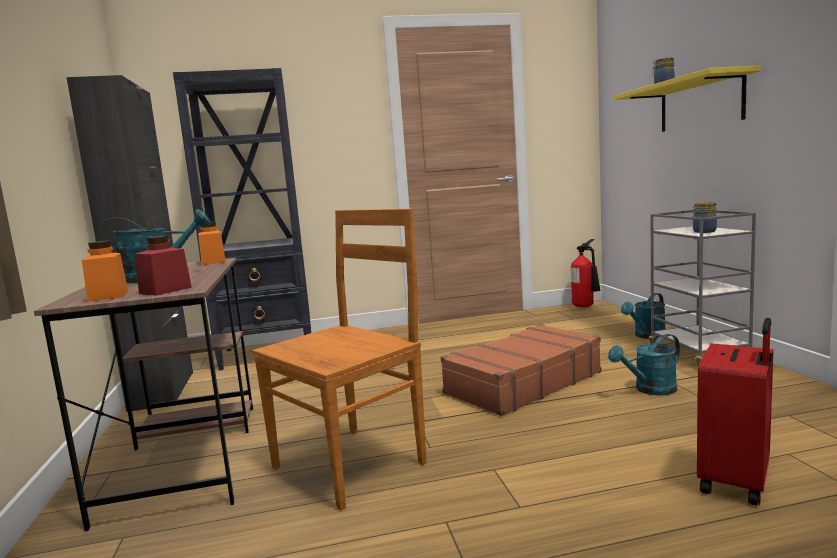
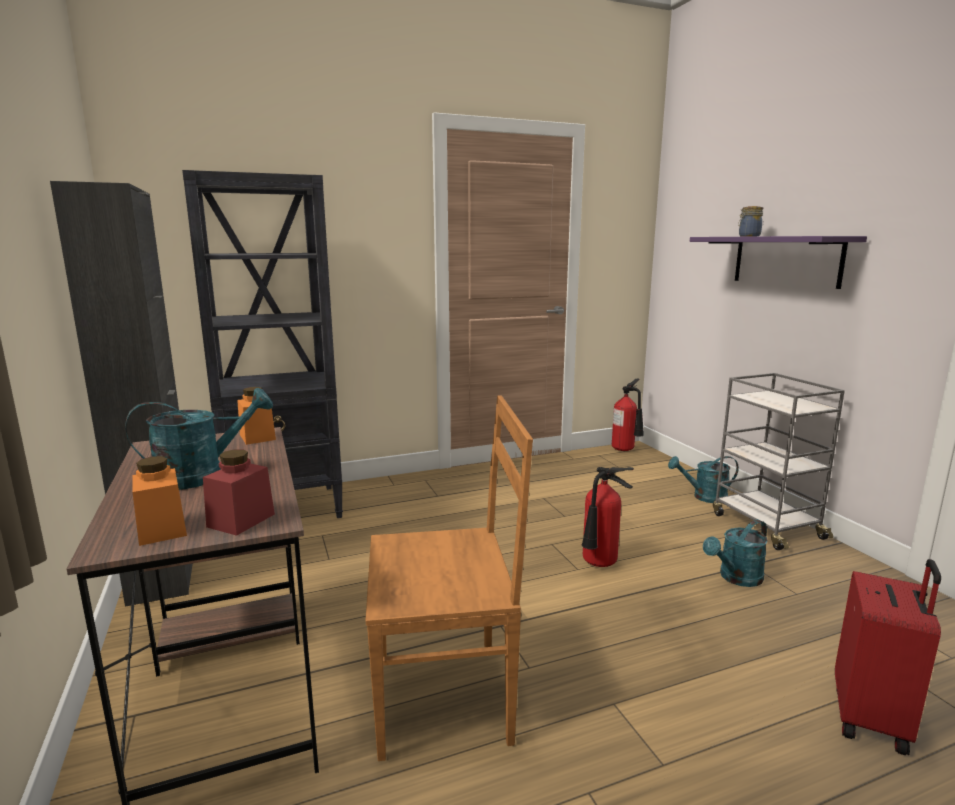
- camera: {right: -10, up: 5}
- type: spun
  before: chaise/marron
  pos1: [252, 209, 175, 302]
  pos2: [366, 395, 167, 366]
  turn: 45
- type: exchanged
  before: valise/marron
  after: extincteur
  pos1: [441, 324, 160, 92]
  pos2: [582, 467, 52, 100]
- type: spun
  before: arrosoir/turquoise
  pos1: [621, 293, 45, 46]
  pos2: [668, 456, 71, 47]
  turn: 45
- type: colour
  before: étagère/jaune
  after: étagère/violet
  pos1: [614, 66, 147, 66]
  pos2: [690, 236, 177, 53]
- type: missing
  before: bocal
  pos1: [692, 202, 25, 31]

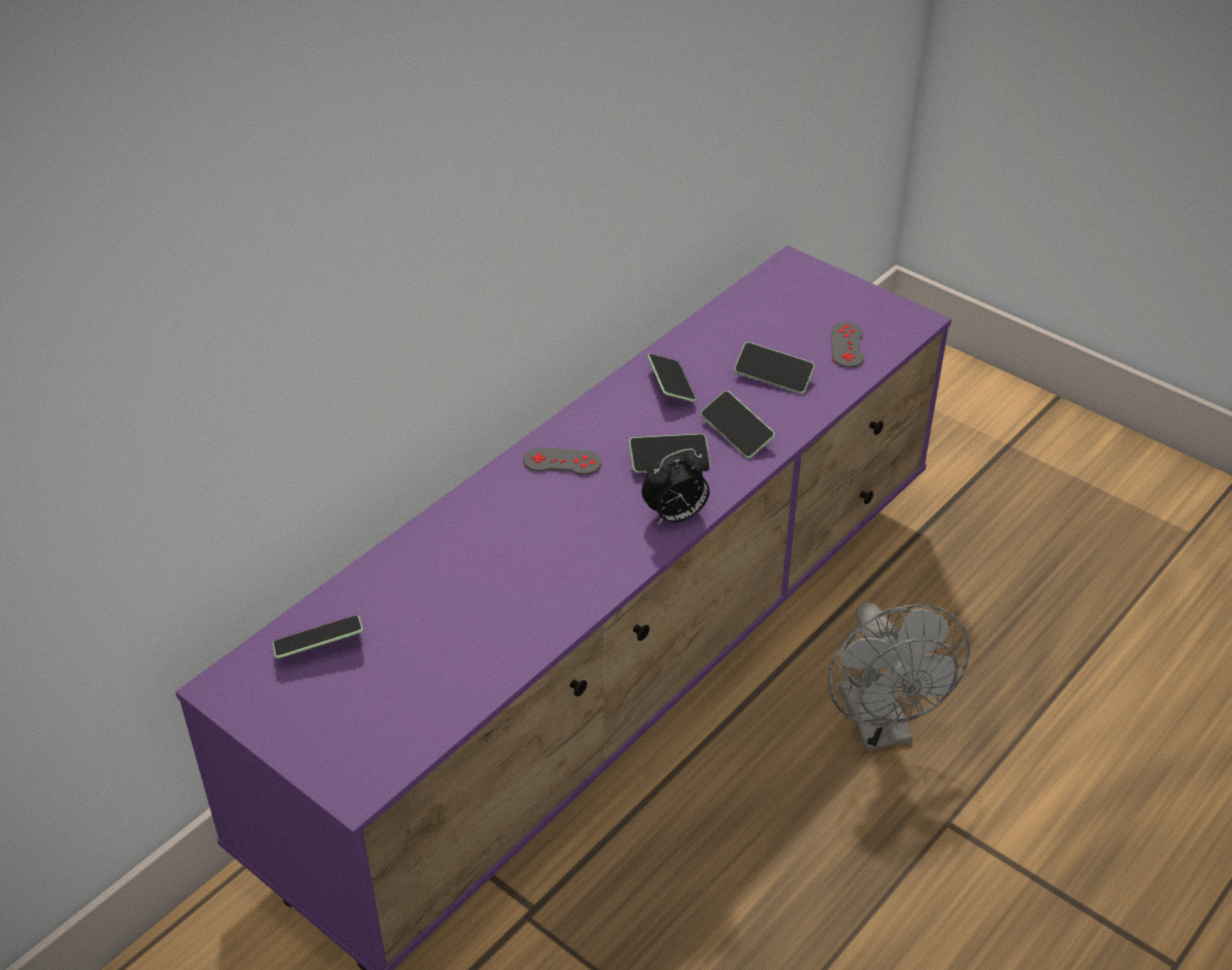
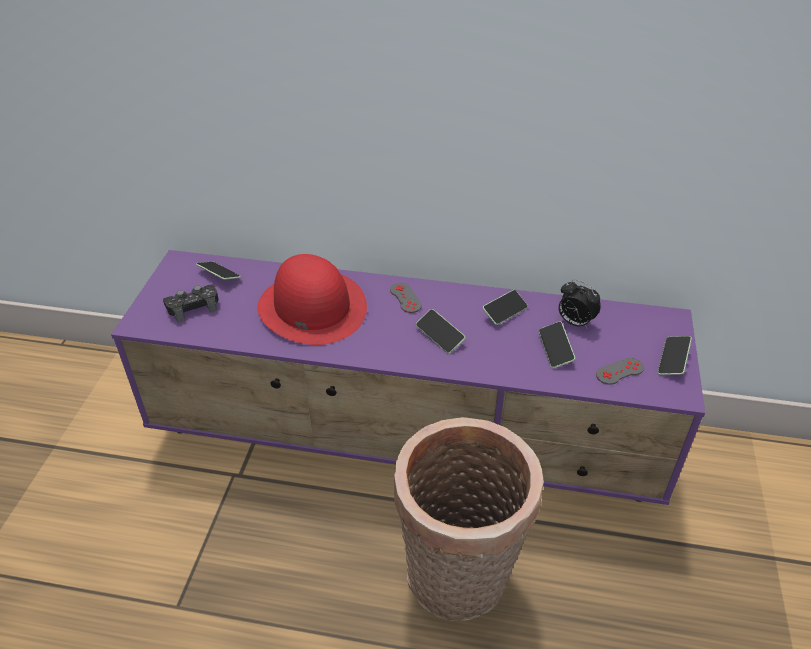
- camera: {right: 60, up: 0}
- type: appeared
  after: manette/noir
  pos2: [163, 285, 56, 38]
- type: appeared
  after: chapeau/rouge
  pos2: [257, 254, 110, 91]
- type: exchanged
  before: ventilateur/gris
  after: panier
  pos1: [828, 602, 142, 149]
  pos2: [394, 417, 150, 204]
- type: relocated
  before: réveil
  pos1: [642, 448, 68, 77]
  pos2: [558, 280, 43, 48]
- type: relocated
  before: téléphone
  pos1: [701, 391, 74, 67]
  pos2: [657, 336, 35, 39]

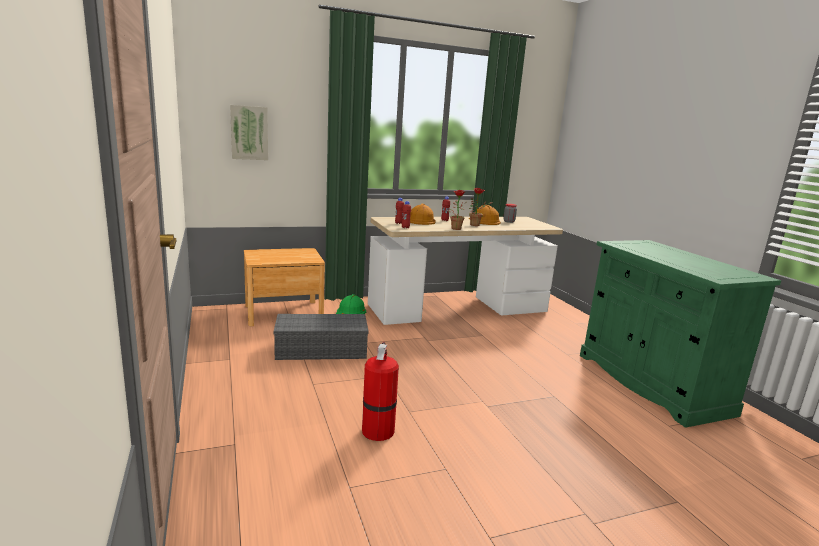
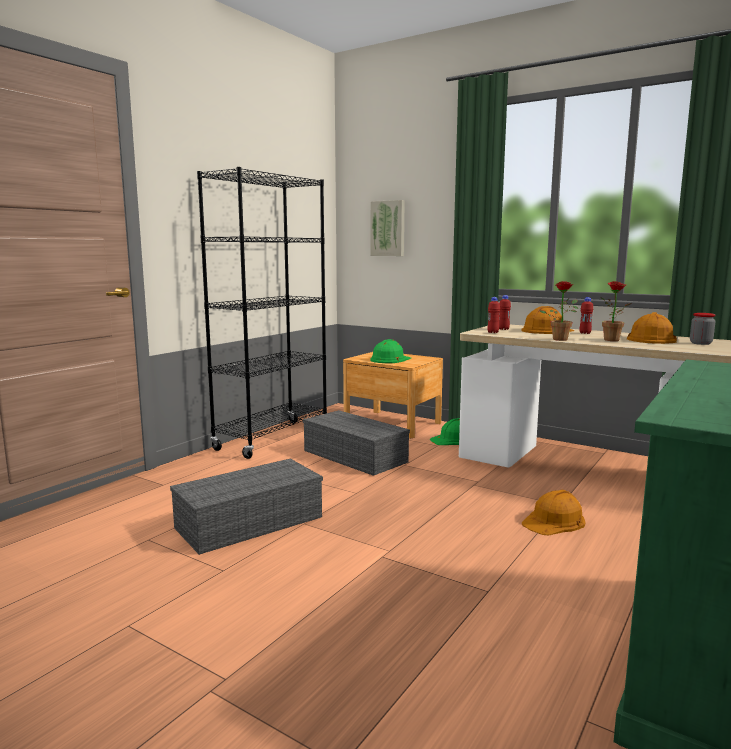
- camera: {right: 55, up: -5}
- type: exchanged
  before: extincteur
  after: boîte de rangement/gris
  pos1: [362, 342, 37, 99]
  pos2: [170, 459, 153, 96]
- type: appeared
  after: bibliothèque/noir
  pos2: [197, 167, 130, 292]
- type: appeared
  after: casque de chantier/vert
  pos2: [370, 339, 41, 24]
- type: appeared
  after: casque de chantier/orange
  pos2: [522, 490, 63, 45]

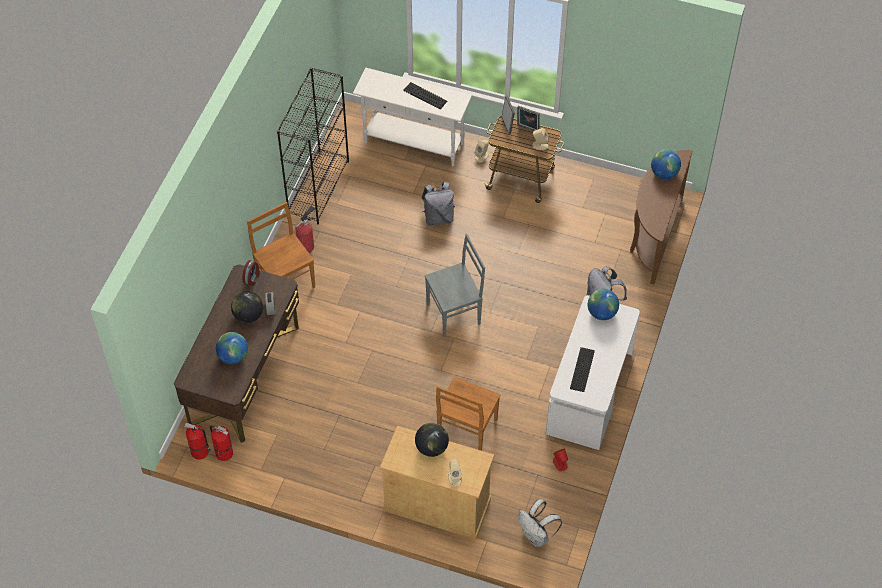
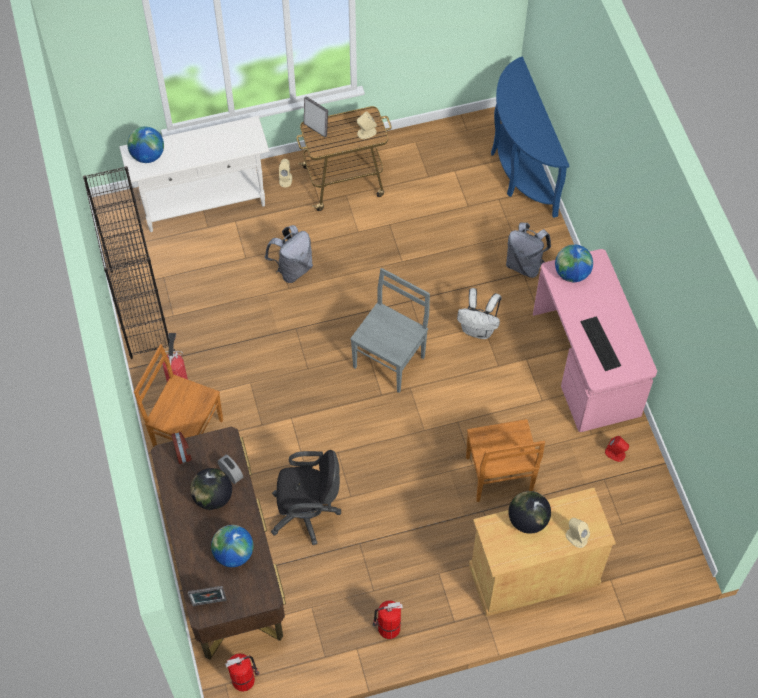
- camera: {right: -35, up: 5}
- type: relocated
  before: globe
  pos1: [651, 149, 30, 30]
  pos2: [127, 126, 37, 37]
- type: relocated
  before: cadre photo
  pos1: [517, 106, 23, 25]
  pos2: [188, 586, 38, 20]
- type: appeared
  after: chaise de bureau/noir
  pos2: [271, 450, 70, 95]
- type: relocated
  before: extincteur
  pos1: [210, 426, 23, 35]
  pos2: [372, 601, 31, 38]
- type: relocated
  before: sac à dos/blanc
  pos1: [518, 499, 44, 48]
  pos2: [457, 288, 45, 51]
- type: colour
  before: table console/marron
  after: table console/bleu
  pos1: [630, 150, 63, 135]
  pos2: [491, 56, 79, 162]
- type: colour
  before: bureau/blanc
  after: bureau/rose
  pos1: [546, 295, 94, 155]
  pos2: [533, 249, 124, 183]
- type: missing
  before: clavier
  pos1: [403, 82, 45, 27]

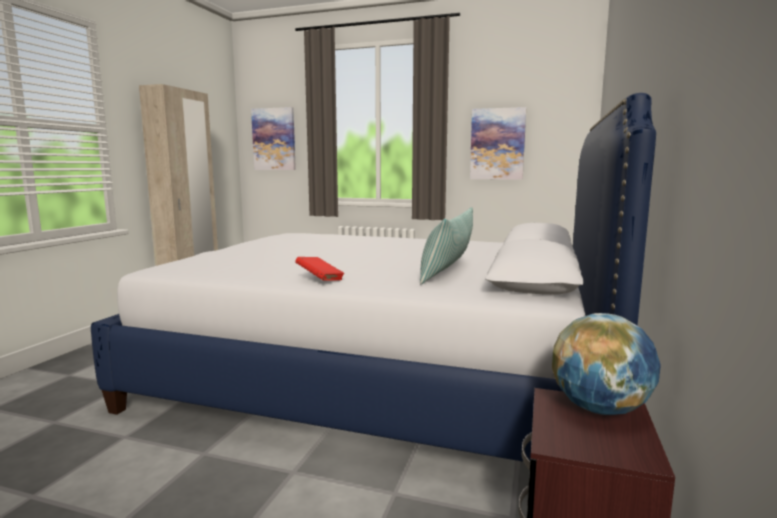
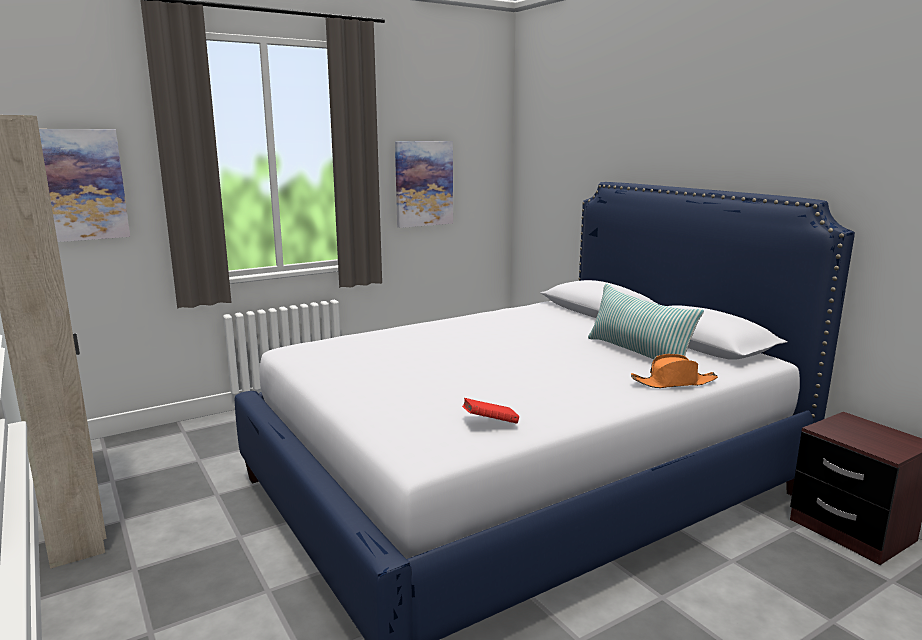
- camera: {right: -50, up: 5}
- type: relocated
  before: livre/rouge
  pos1: [295, 257, 49, 24]
  pos2: [462, 398, 57, 26]
- type: appeared
  after: chapeau/orange
  pos2: [631, 354, 87, 34]
- type: missing
  before: globe
  pos1: [552, 313, 109, 102]

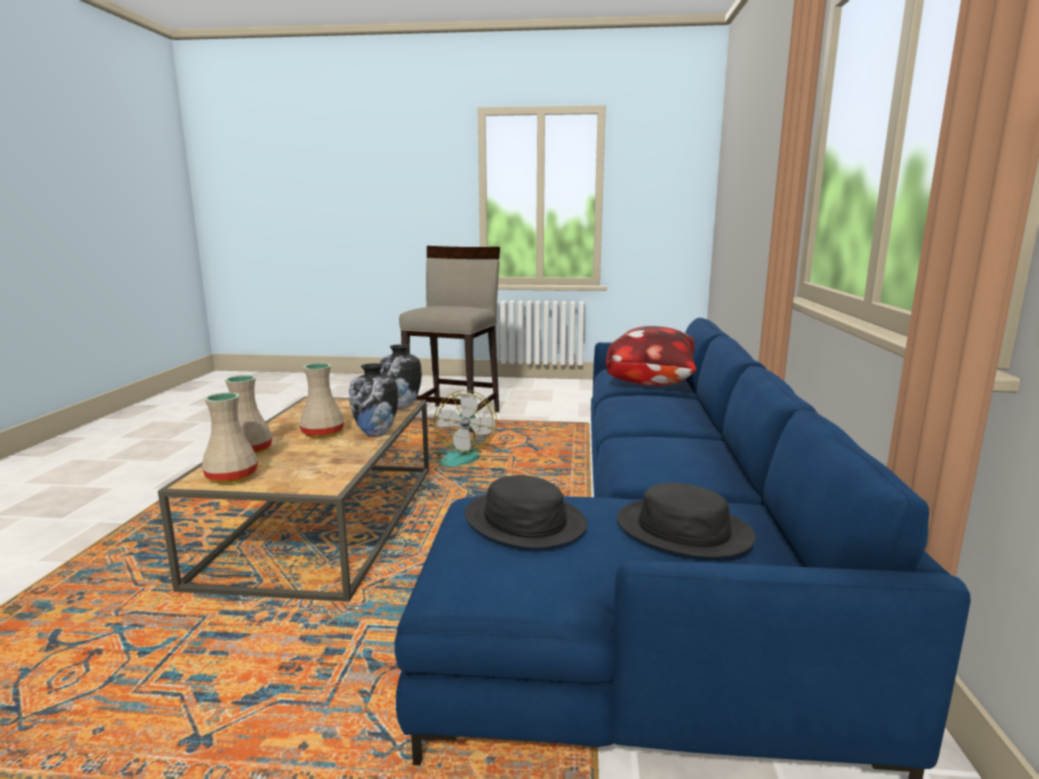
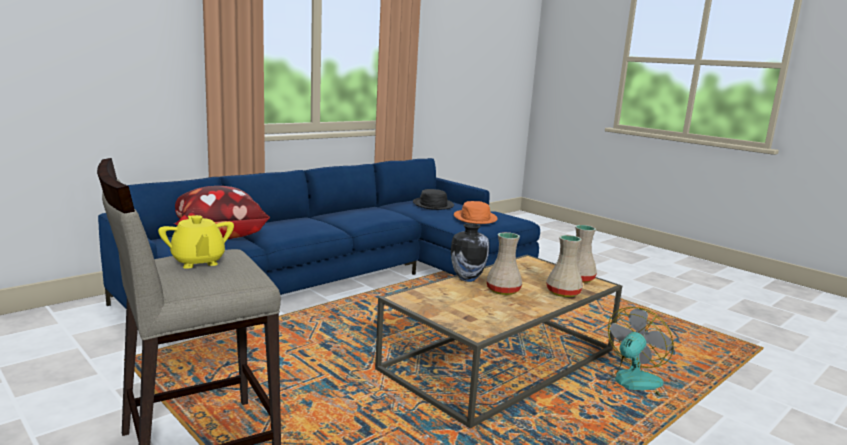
- camera: {right: -140, up: 0}
- type: appeared
  after: théière/jaune
  pos2: [158, 215, 76, 54]
- type: colour
  before: chapeau/noir
  after: chapeau/orange
  pos1: [464, 475, 123, 73]
  pos2: [454, 201, 44, 23]
- type: relocated
  before: ventilateur
  pos1: [434, 390, 63, 77]
  pos2: [606, 307, 68, 90]
- type: missing
  before: vase
  pos1: [380, 344, 42, 64]

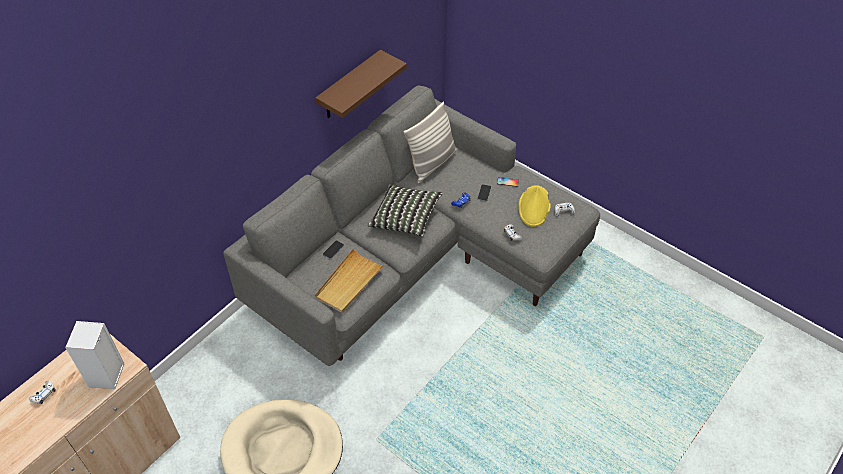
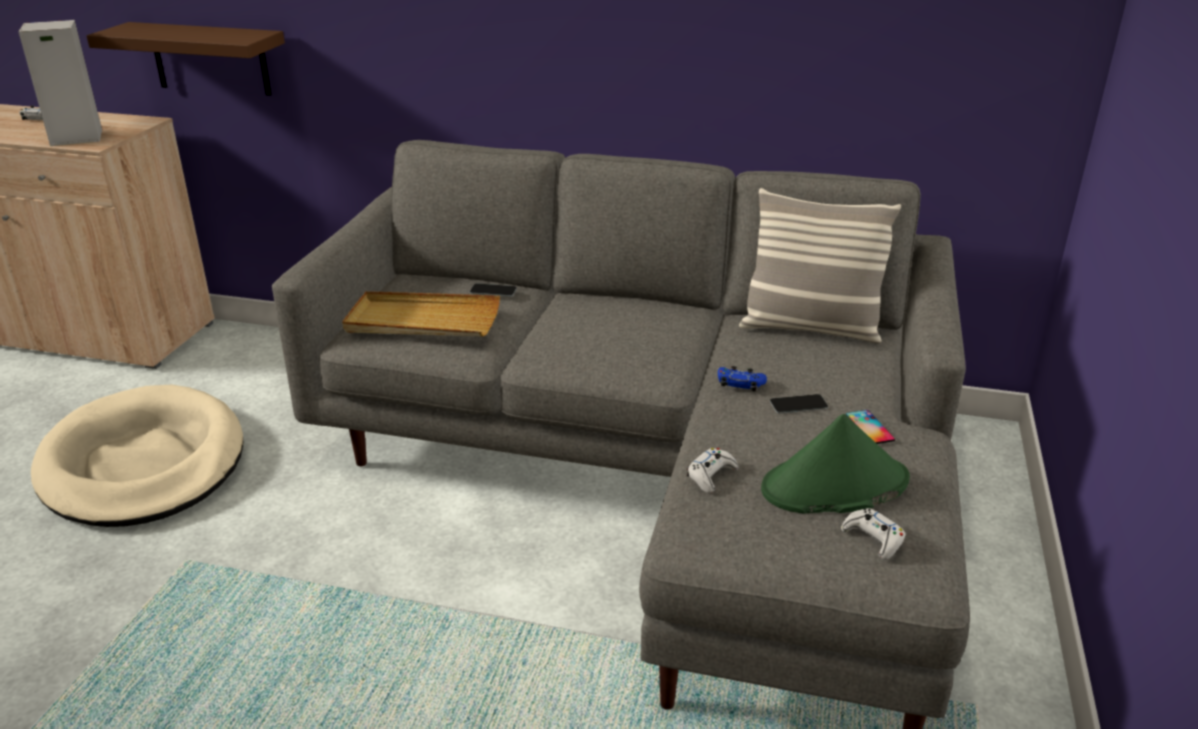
- camera: {right: 65, up: -20}
- type: relocated
  before: étagère/marron
  pos1: [315, 50, 92, 68]
  pos2: [87, 22, 198, 74]
- type: colour
  before: chapeau/jaune
  after: chapeau/vert
  pos1: [518, 185, 33, 42]
  pos2: [761, 414, 149, 100]
- type: missing
  before: coussin
  pos1: [368, 184, 75, 52]

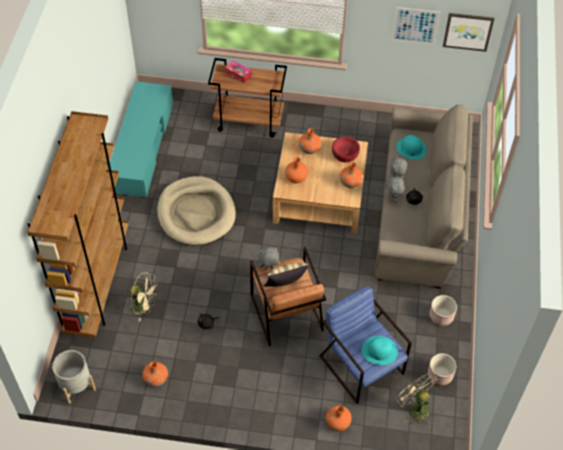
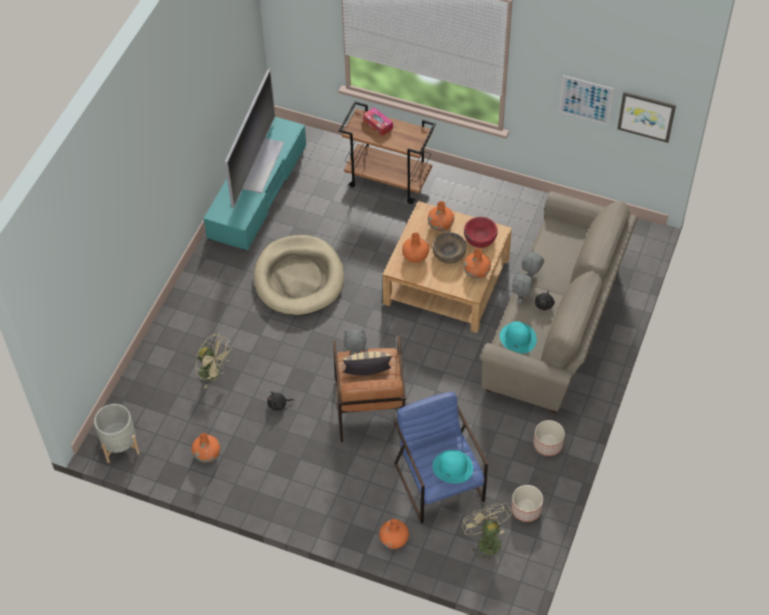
- camera: {right: 15, up: 0}
- type: appeared
  after: téléviseur
  pos2: [225, 69, 59, 139]
- type: appeared
  after: bol/marron
  pos2: [432, 232, 34, 32]
- type: relocated
  before: chapeau/turquoise
  pos1: [396, 135, 31, 25]
  pos2: [500, 321, 37, 33]
- type: missing
  before: bibliothèque/marron
  pos1: [27, 111, 102, 227]

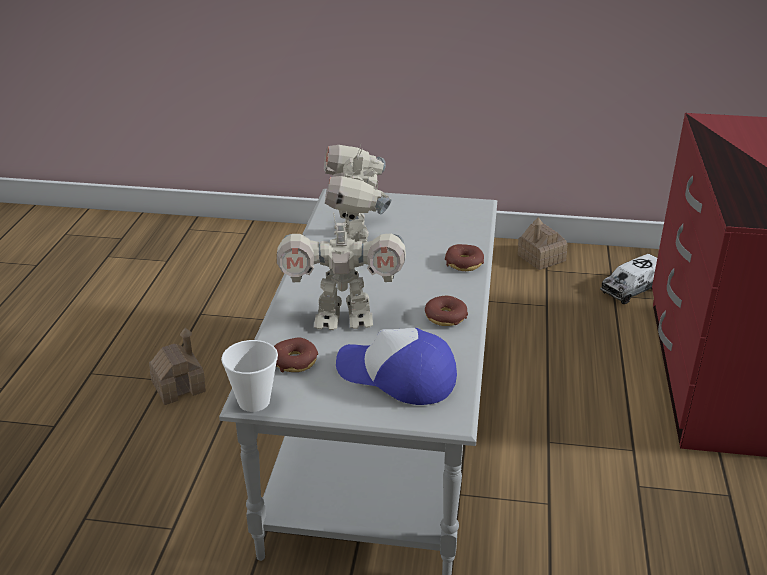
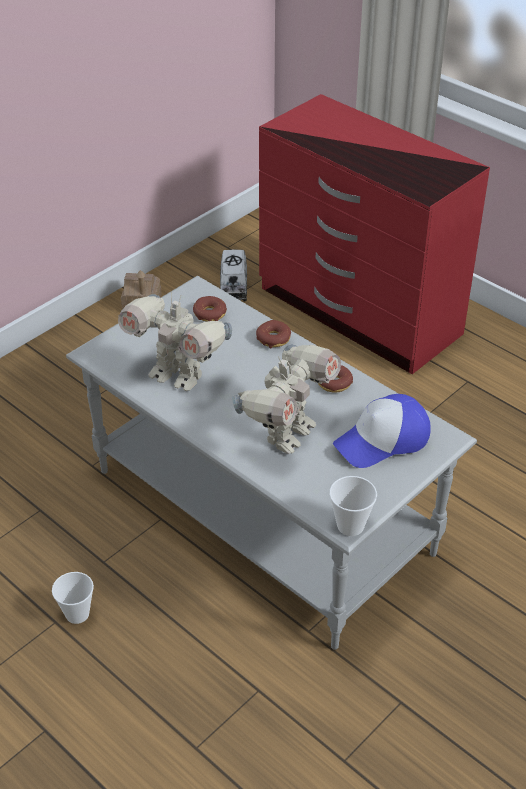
- camera: {right: -55, up: 10}
- type: exchanged
  before: maison miniature
  after: tasse
  pos1: [149, 328, 57, 77]
  pos2: [52, 572, 42, 52]
- type: relocated
  before: beignet
  pos1: [274, 337, 44, 35]
  pos2: [193, 296, 34, 26]

